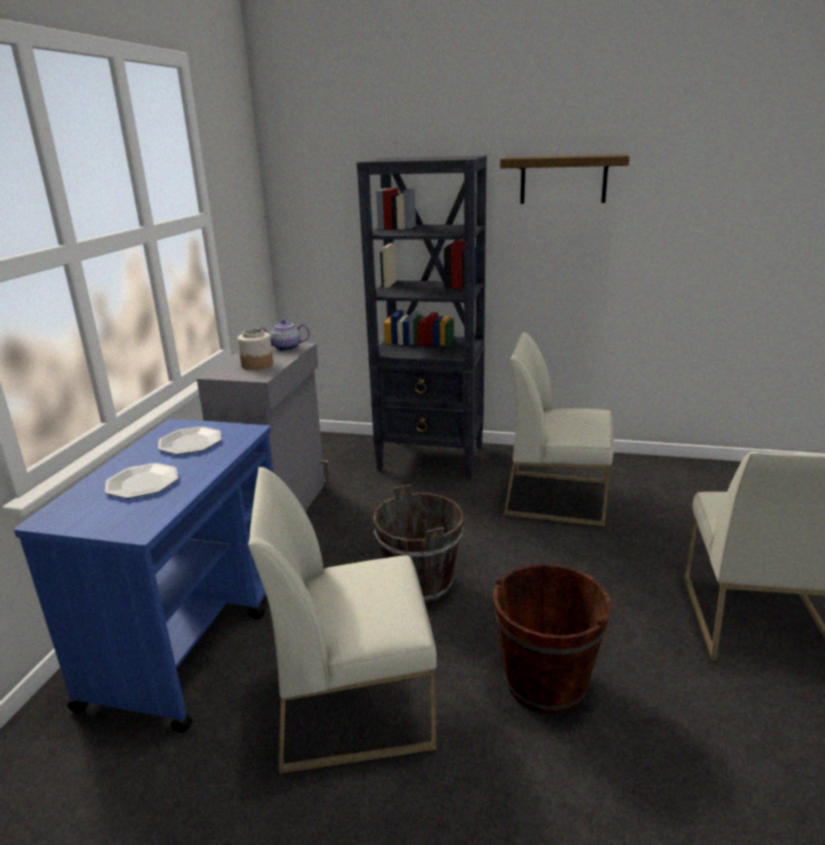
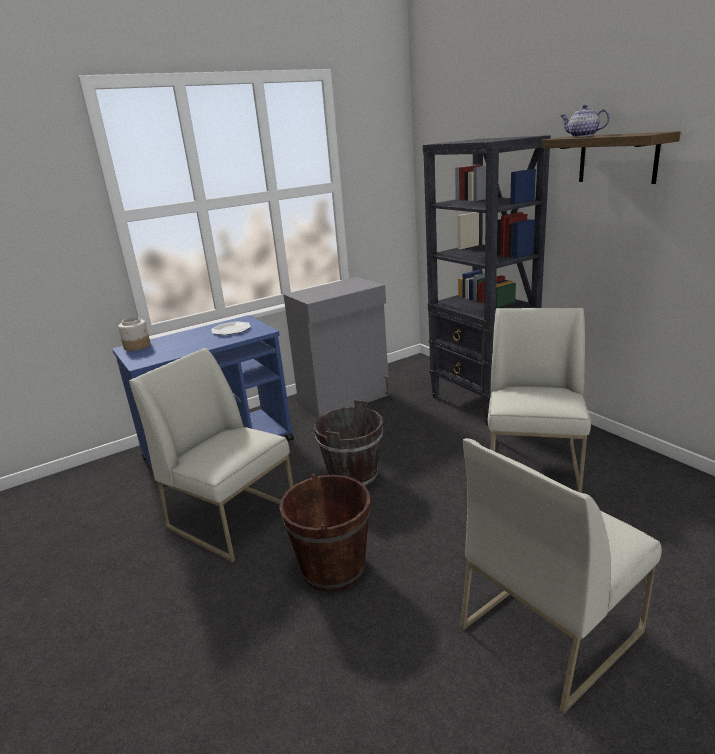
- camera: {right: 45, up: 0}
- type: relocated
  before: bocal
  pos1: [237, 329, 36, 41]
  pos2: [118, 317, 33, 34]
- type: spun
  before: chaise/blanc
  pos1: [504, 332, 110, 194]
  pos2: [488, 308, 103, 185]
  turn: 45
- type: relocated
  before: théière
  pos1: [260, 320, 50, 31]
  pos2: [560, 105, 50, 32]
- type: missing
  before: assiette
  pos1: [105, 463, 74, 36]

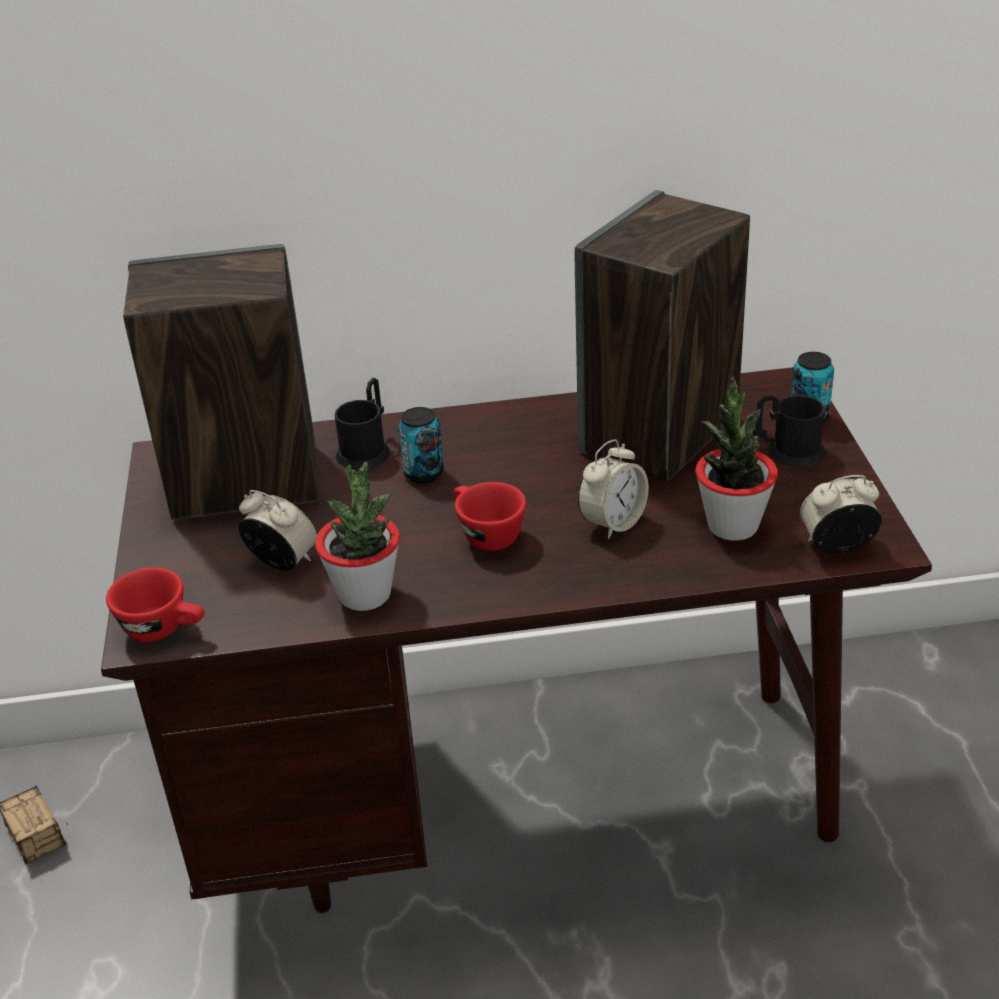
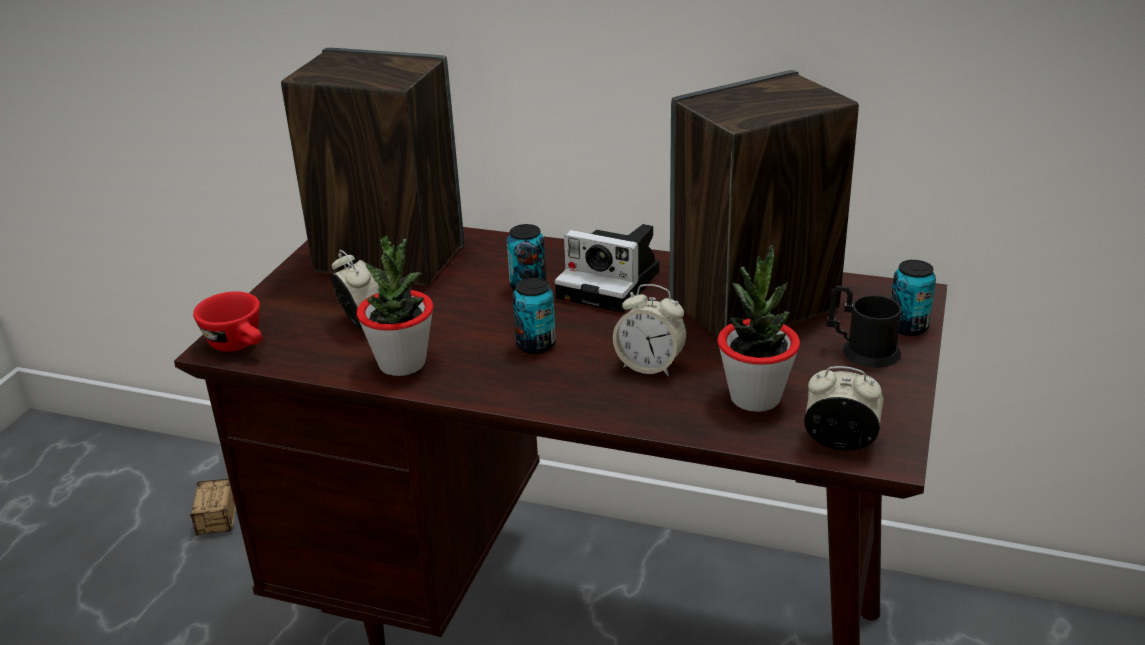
- camera: {right: 25, up: -5}
- type: exchanged
  before: tasse/rouge
  after: boîte métallique
  pos1: [453, 482, 73, 69]
  pos2: [512, 278, 44, 76]
- type: appeared
  after: appareil photo
  pos2: [555, 224, 105, 89]
- type: spun
  before: réveil
  pos1: [578, 439, 71, 100]
  pos2: [613, 284, 74, 92]
  turn: 45
- type: missing
  before: mug/noir
  pos1: [335, 378, 55, 92]

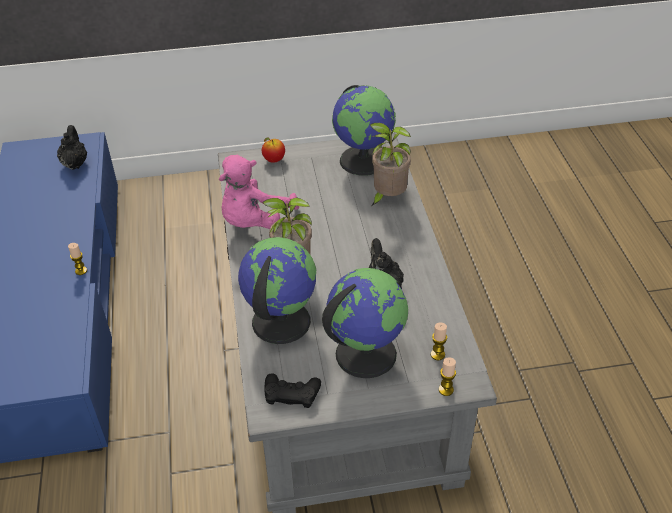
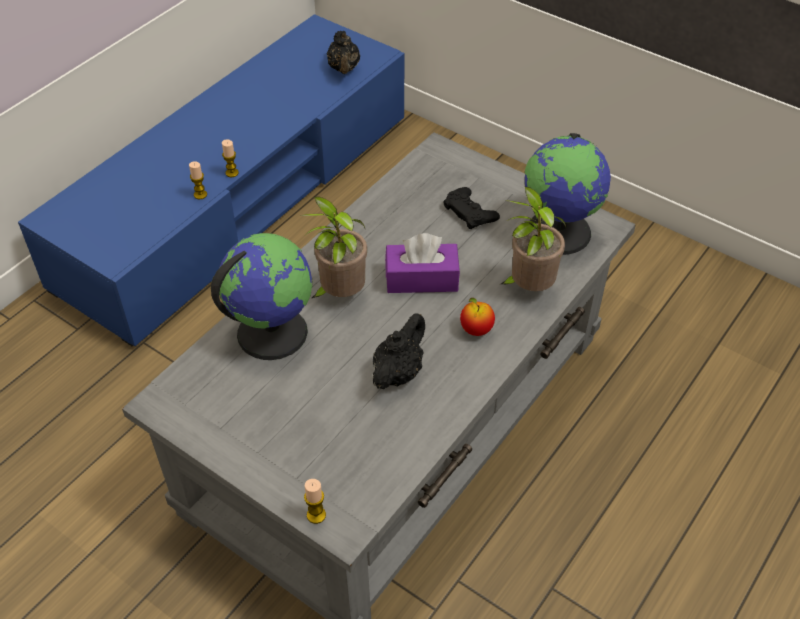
- camera: {right: 45, up: 5}
- type: relocated
  before: bougie
  pos1: [431, 322, 16, 38]
  pos2: [189, 161, 18, 38]
- type: spun
  before: théière/noir
  pos1: [57, 125, 30, 45]
  pos2: [327, 31, 33, 43]
  turn: 135
- type: appeared
  after: boîte à mouchoirs/violet
  pos2: [385, 233, 75, 60]
- type: relocated
  before: manette/noir
  pos1: [264, 373, 57, 35]
  pos2: [443, 187, 57, 43]
- type: relocated
  before: pomme
  pos1: [262, 137, 23, 26]
  pos2: [460, 298, 35, 38]
- type: missing
  before: peluche/rose
  pos1: [219, 155, 80, 74]
- type: missing
  before: globe
  pos1: [322, 268, 86, 110]

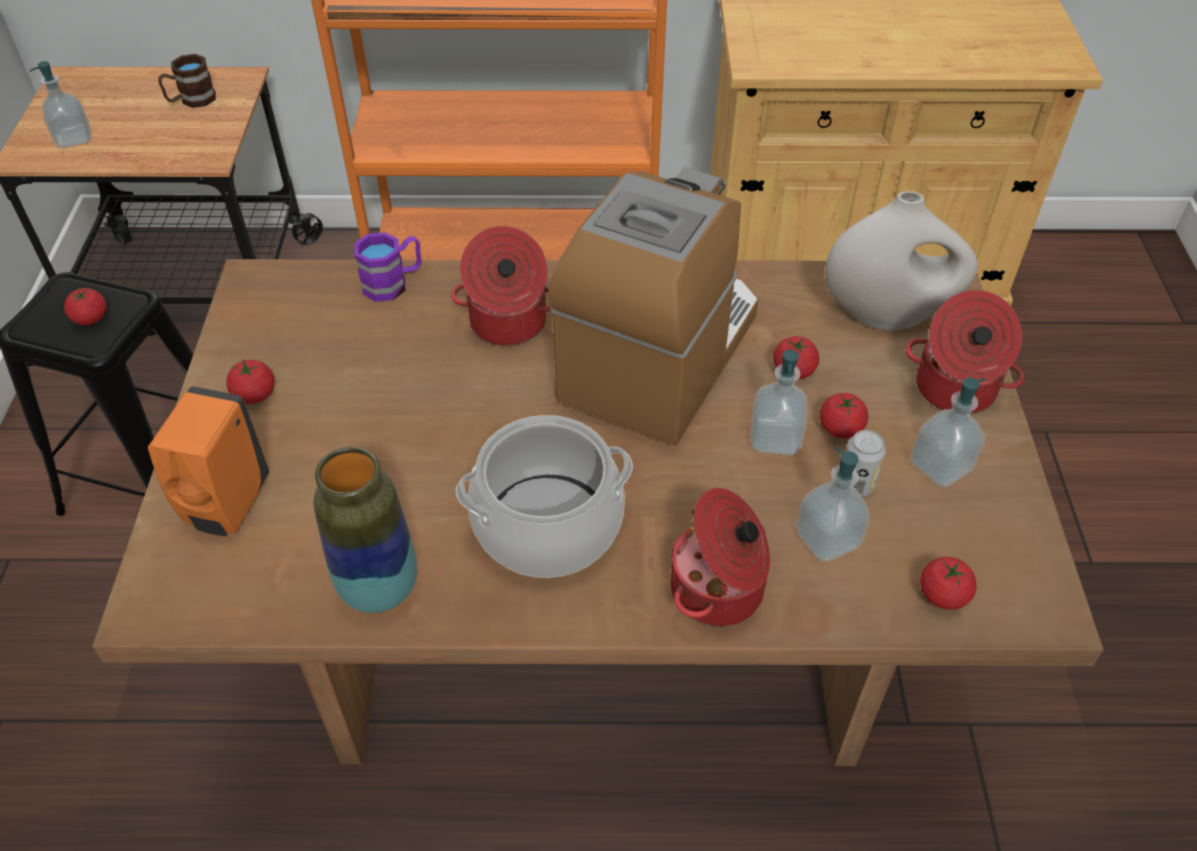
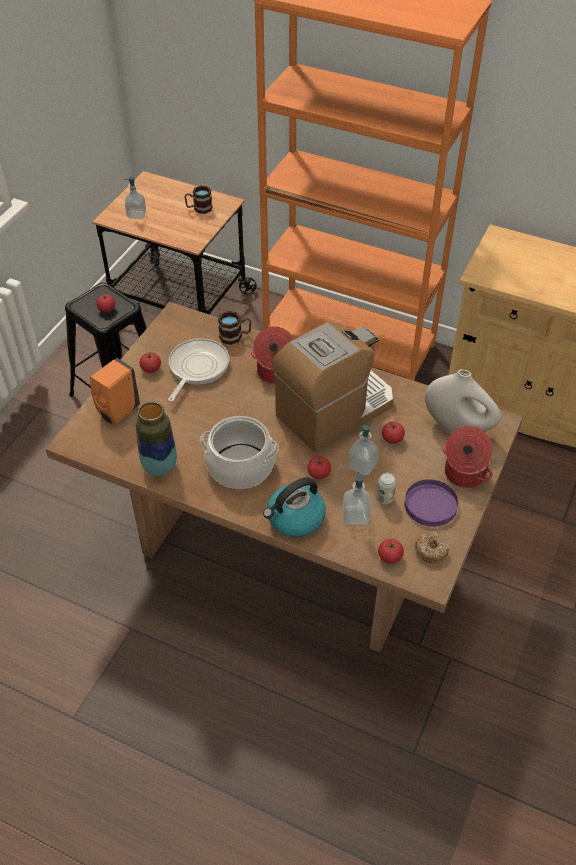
- camera: {right: 25, up: 0}
- type: appeared
  after: poêle
  pos2: [168, 338, 61, 64]
- type: colour
  before: mug/violet
  after: mug/marron
  pos1: [354, 232, 67, 70]
  pos2: [218, 311, 33, 34]
- type: exchanged
  before: marmite
  after: bouilloire
  pos1: [670, 488, 100, 138]
  pos2: [263, 478, 63, 59]
- type: relocated
  before: tomate
  pos1: [820, 393, 48, 46]
  pos2: [307, 457, 24, 22]
- type: exchanged
  before: distributeur de savon
  after: assiette/violet
  pos1: [910, 377, 75, 110]
  pos2: [404, 479, 54, 48]
- type: appeared
  after: beignet
  pos2: [415, 531, 34, 33]

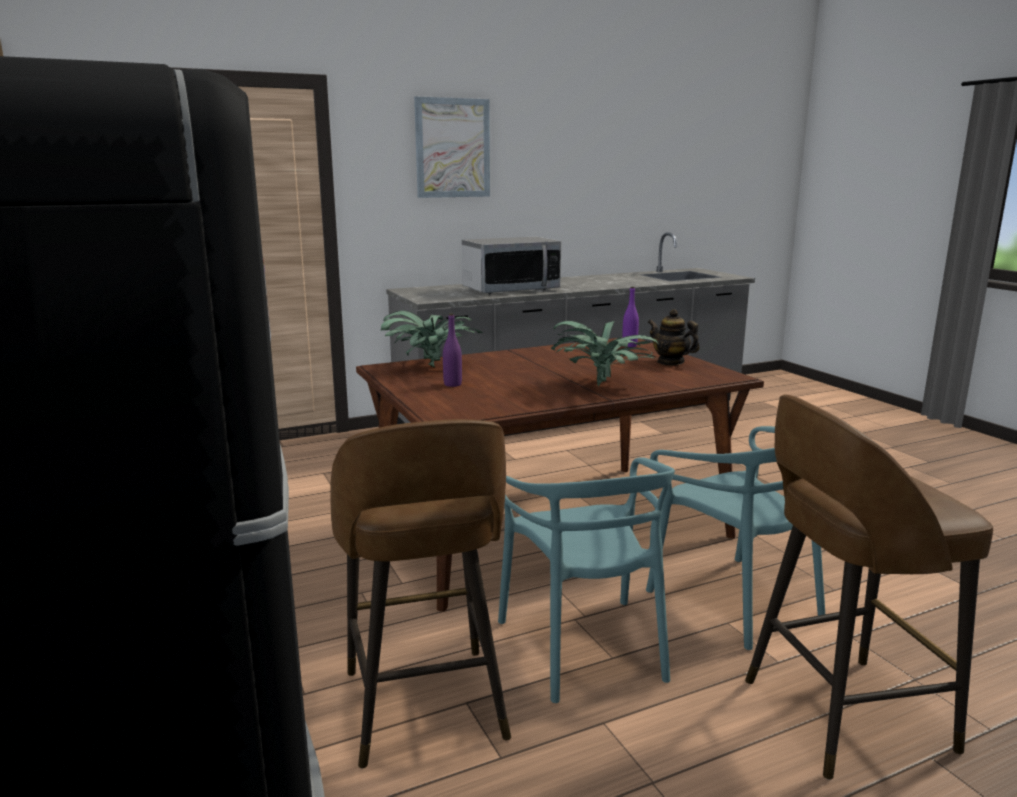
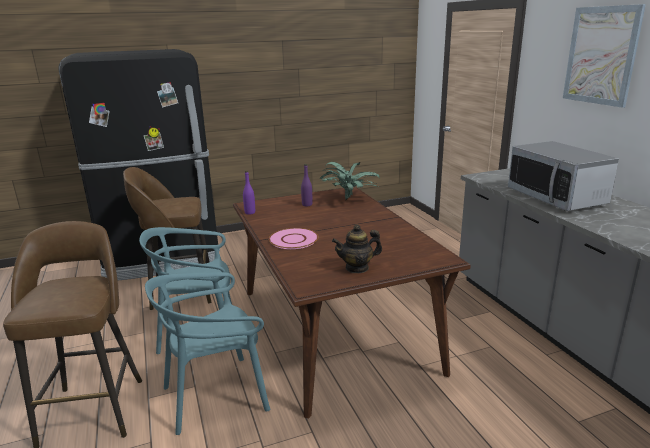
- camera: {right: 95, up: 5}
- type: relocated
  before: bouteille/violet
  pos1: [622, 287, 17, 60]
  pos2: [243, 171, 12, 44]
- type: exchanged
  before: plante en pot
  after: assiette/rose
  pos1: [551, 321, 108, 66]
  pos2: [269, 228, 50, 21]
- type: spun
  before: théière
  pos1: [648, 309, 52, 56]
  pos2: [332, 224, 50, 49]
  turn: -150

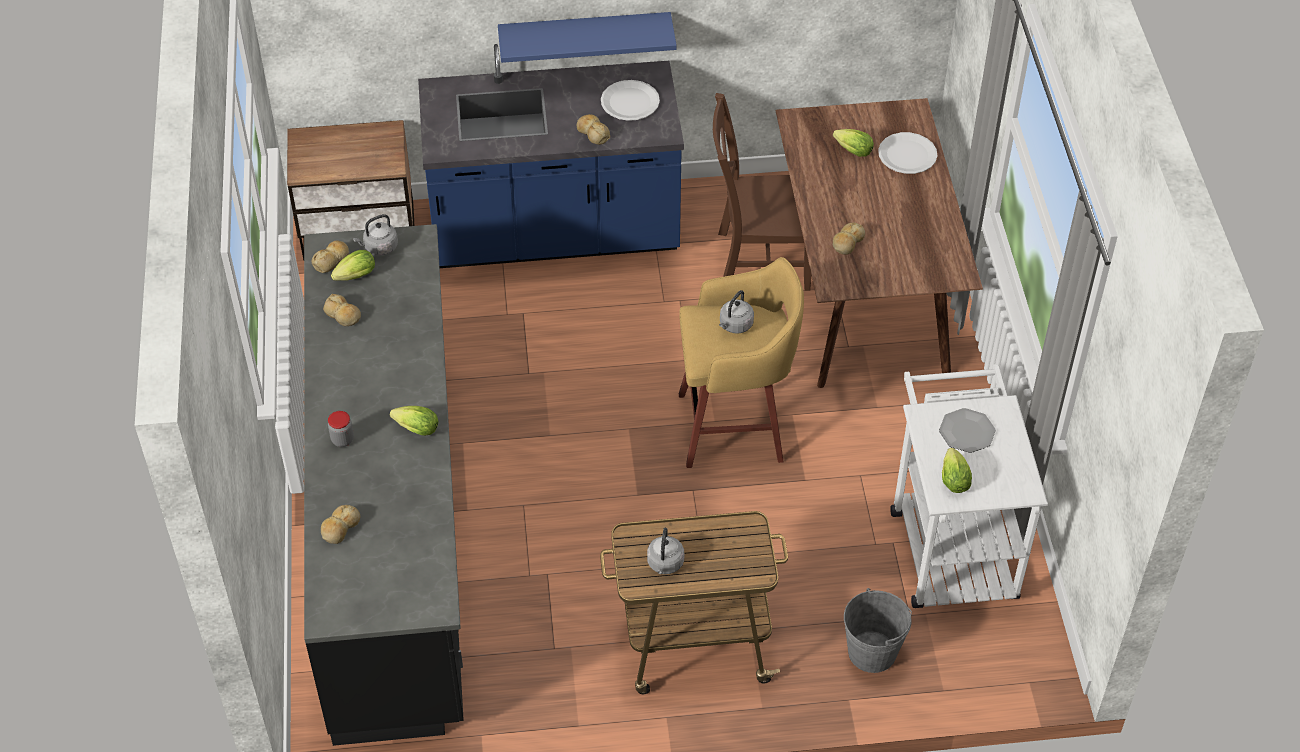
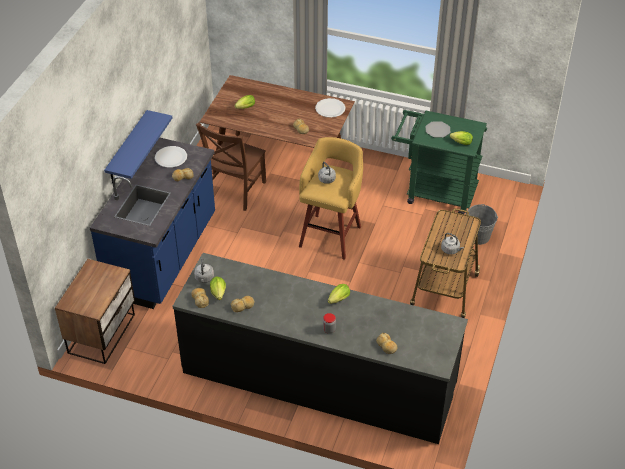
- camera: {right: -65, up: -5}
- type: relocated
  before: assiette/blanc
  pos1: [878, 132, 59, 42]
  pos2: [315, 98, 30, 19]
- type: colour
  before: chariot/blanc
  after: chariot/vert
  pos1: [890, 364, 158, 244]
  pos2: [391, 110, 96, 104]

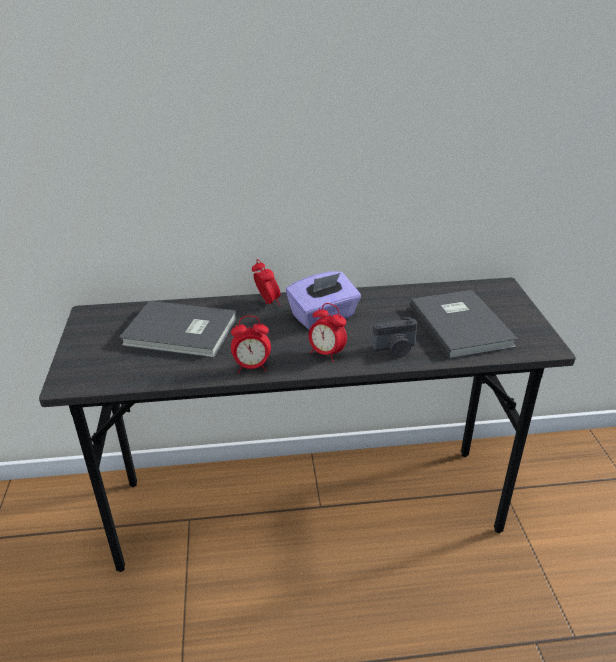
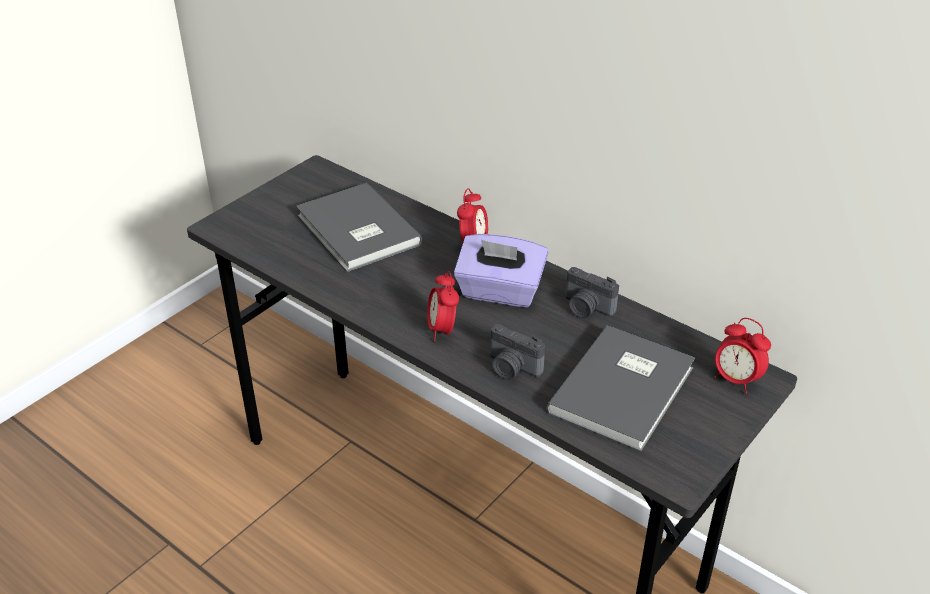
- camera: {right: 45, up: 5}
- type: appeared
  after: appareil photo
  pos2: [566, 267, 53, 52]
- type: relocated
  before: réveil
  pos1: [231, 316, 40, 57]
  pos2: [714, 318, 57, 76]

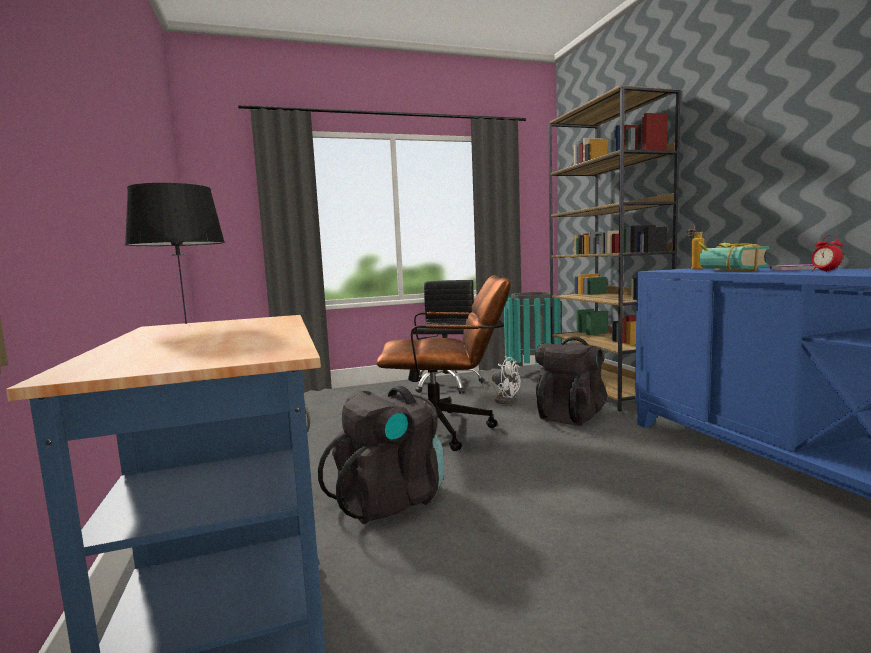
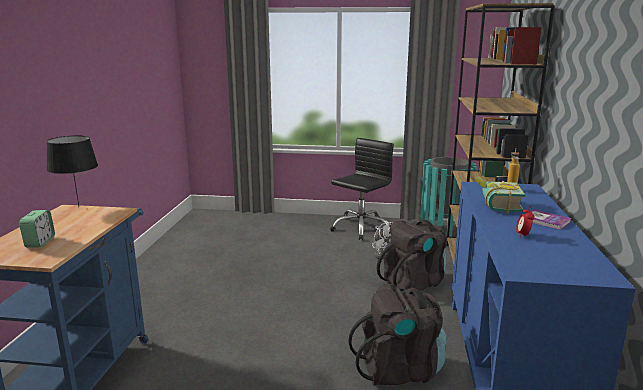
- camera: {right: 25, up: 10}
- type: appeared
  after: réveil
  pos2: [19, 210, 36, 38]
- type: relocated
  before: sac à dos/noir
  pos1: [318, 386, 126, 138]
  pos2: [348, 284, 99, 102]
- type: missing
  before: chaise de bureau/marron
  pos1: [376, 275, 135, 176]

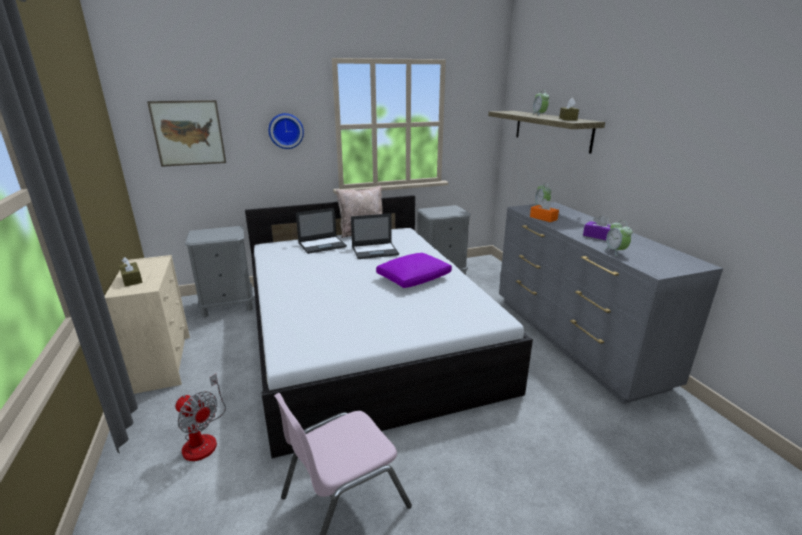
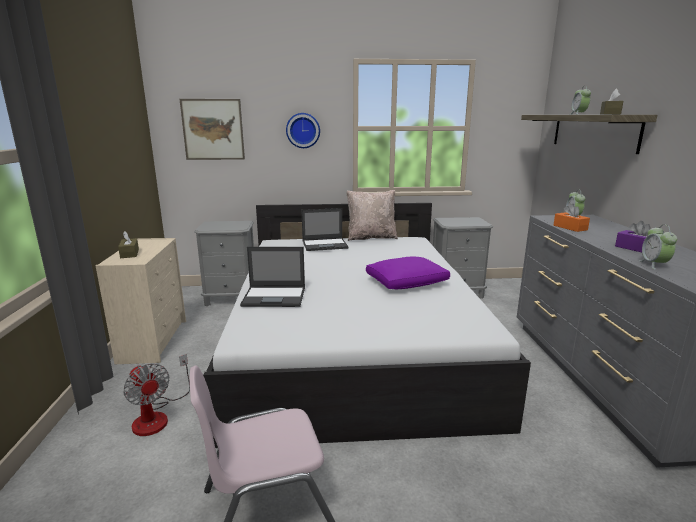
- camera: {right: 15, up: -5}
- type: relocated
  before: ordinateur portable
  pos1: [351, 213, 48, 46]
  pos2: [240, 247, 65, 60]

